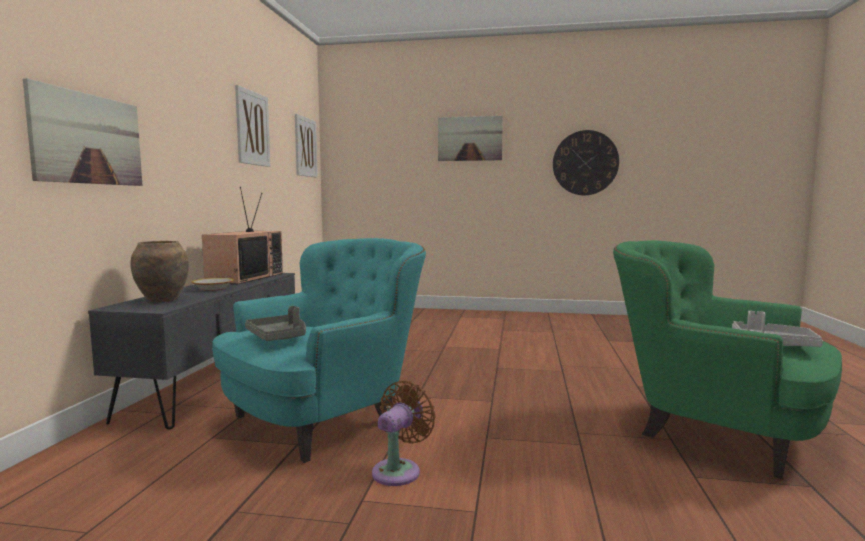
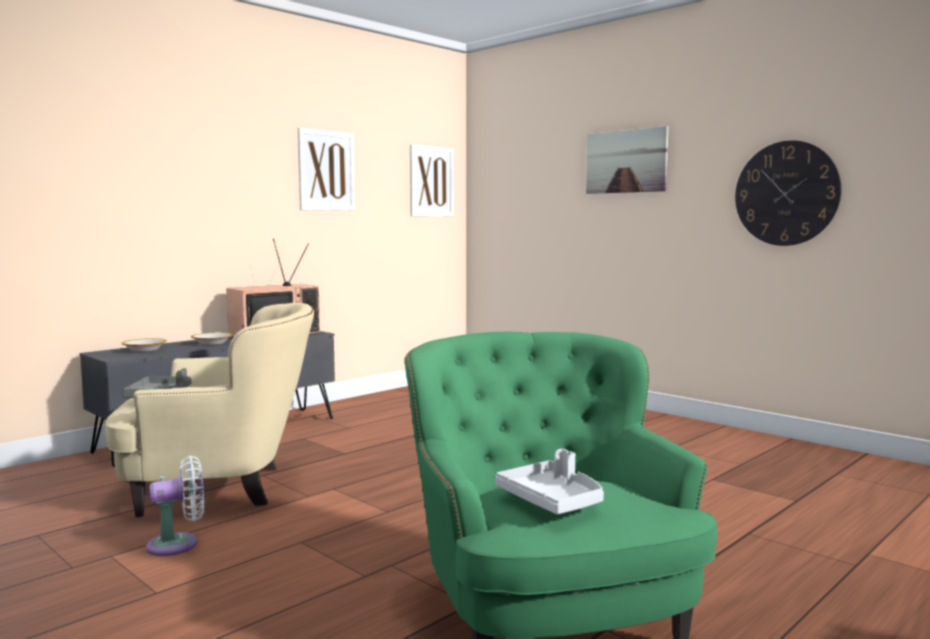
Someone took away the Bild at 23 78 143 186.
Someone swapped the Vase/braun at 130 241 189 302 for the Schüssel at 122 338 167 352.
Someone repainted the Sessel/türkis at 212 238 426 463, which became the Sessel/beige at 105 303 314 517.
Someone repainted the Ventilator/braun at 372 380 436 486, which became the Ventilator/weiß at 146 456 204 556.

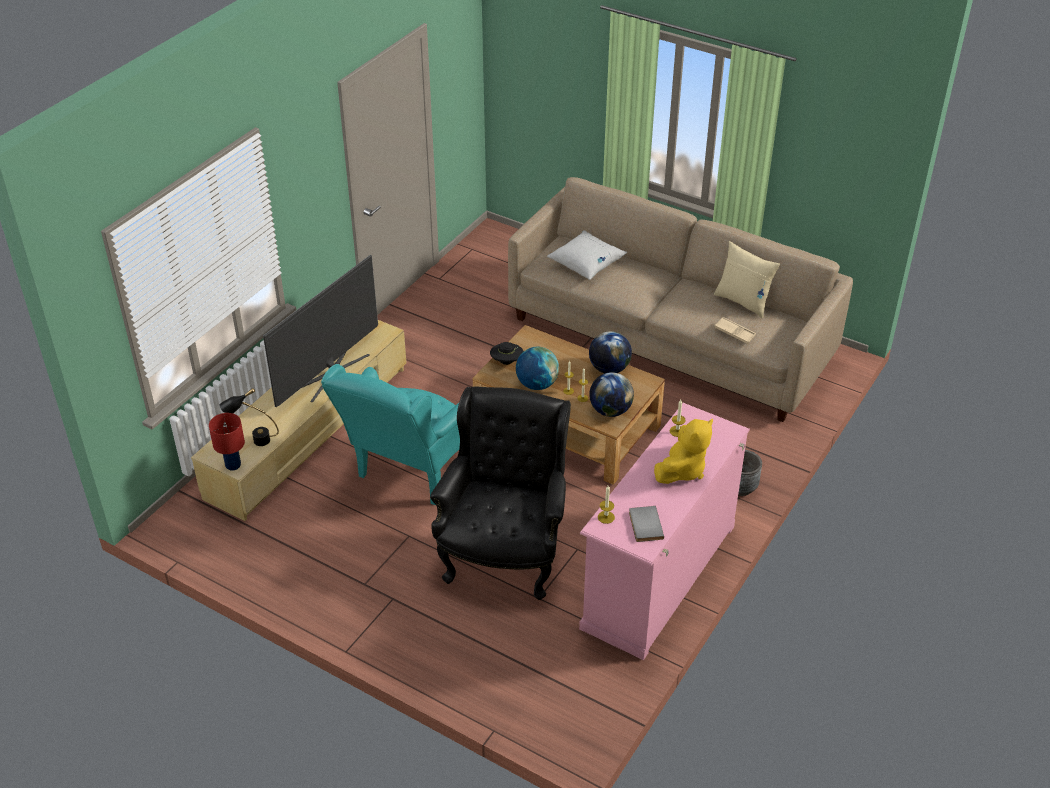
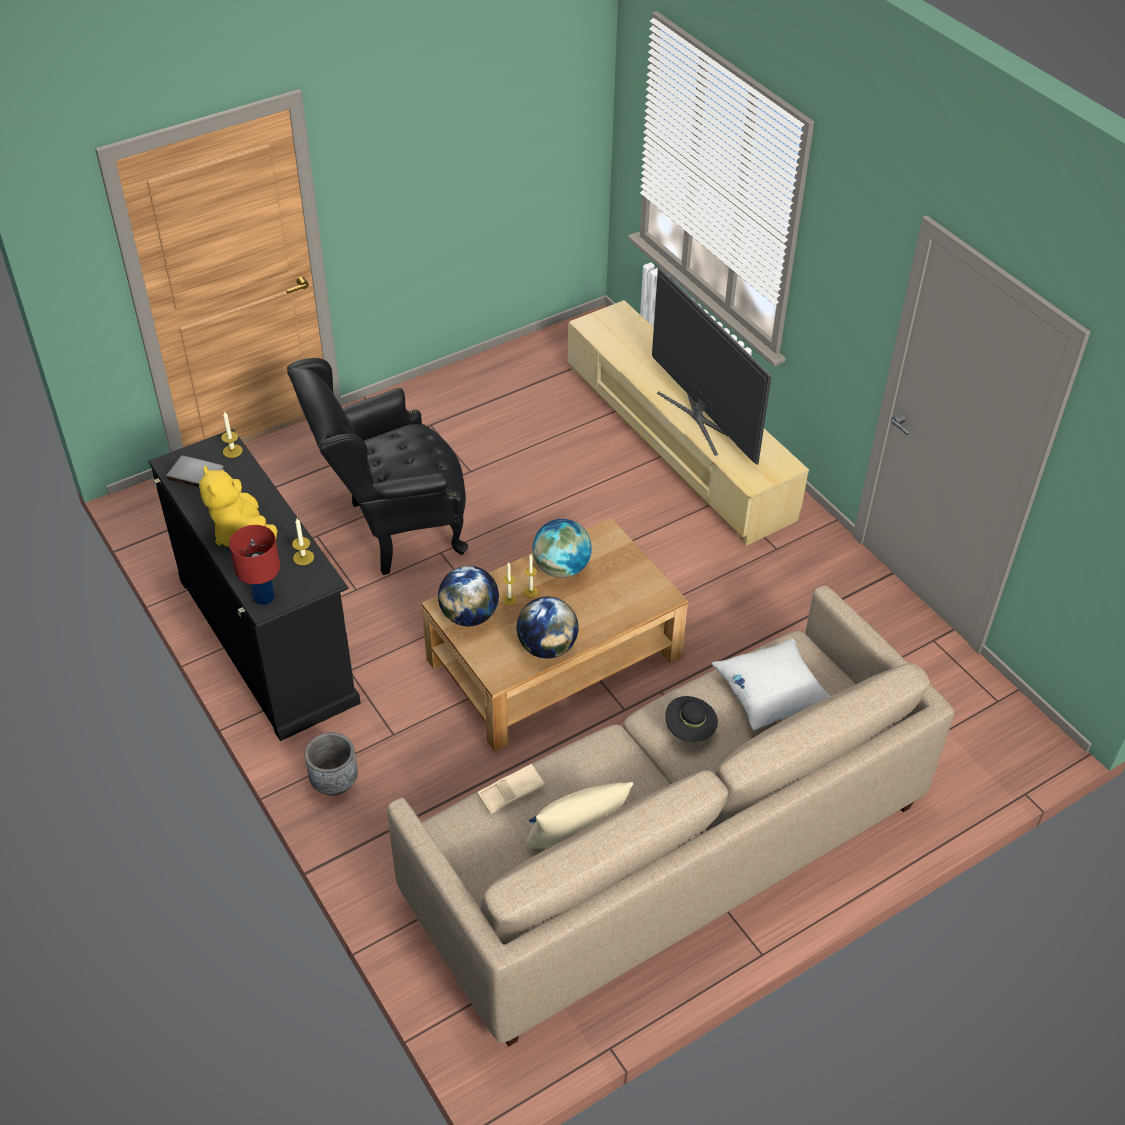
Someone took away the Tischlampe/schwarz at 220 388 279 446.
Someone took away the Sessel/türkis at 321 364 460 505.
Someone carried the Tischlampe/rot from 209 413 245 471 to 229 525 280 605.
Someone carried the Hut/schwarz from 490 342 524 365 to 665 696 718 742.
Someone repainted the Schrank/rosa at 579 403 750 660, which became the Schrank/schwarz at 148 429 361 741.
Someone rotated the Sessel/schwarz at 430 387 571 600 by 120 degrees clockwise.

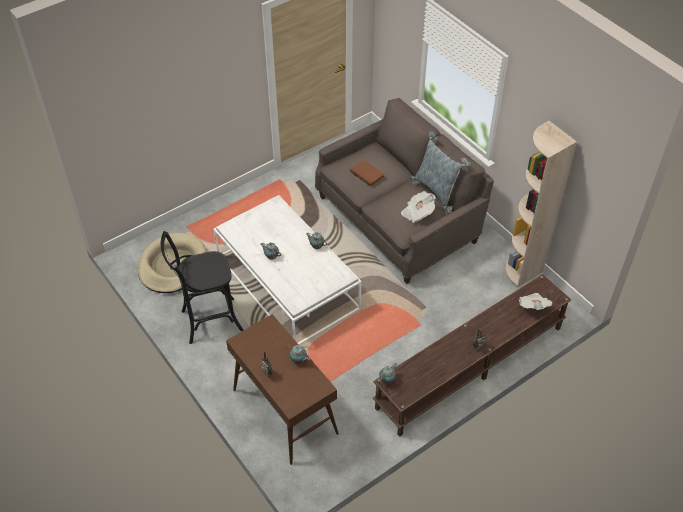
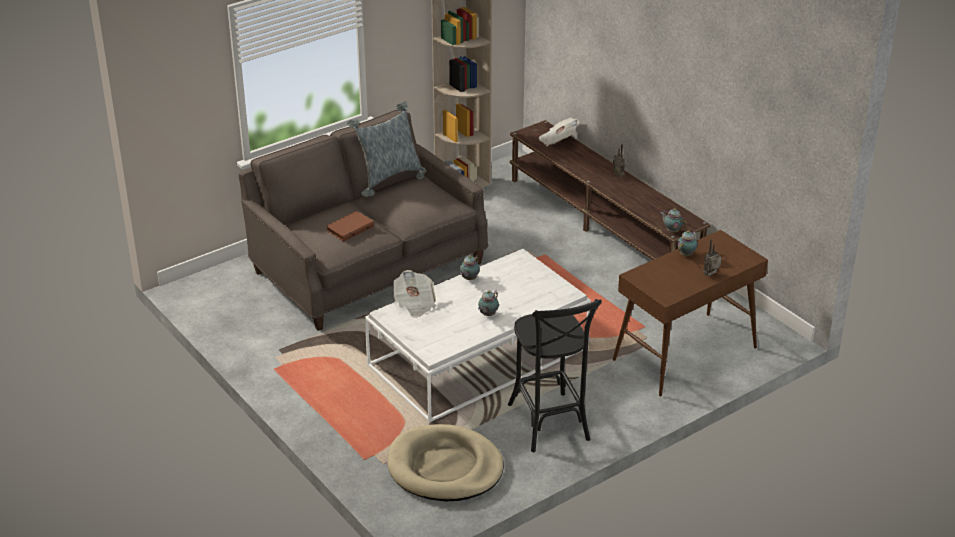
Someone carried the Zeitung from 401 191 436 223 to 393 270 436 318.

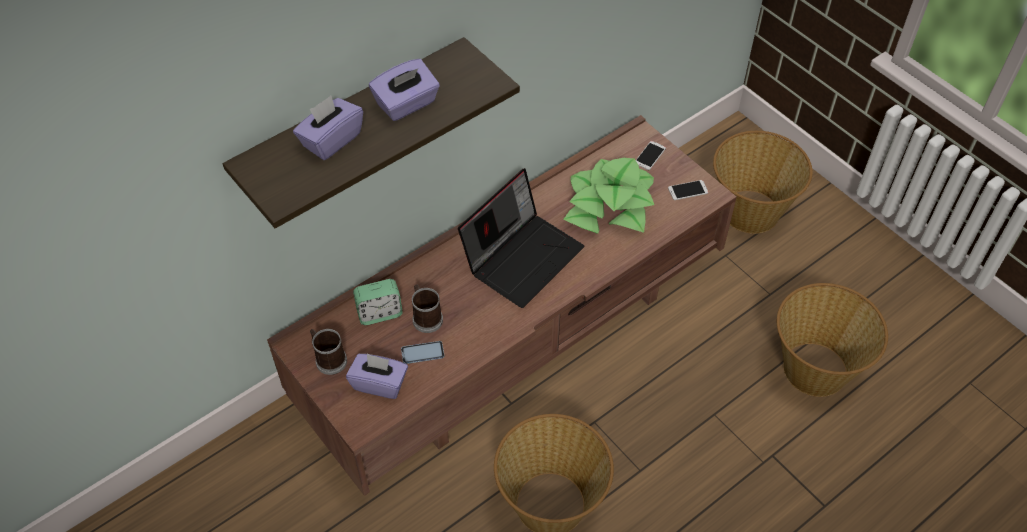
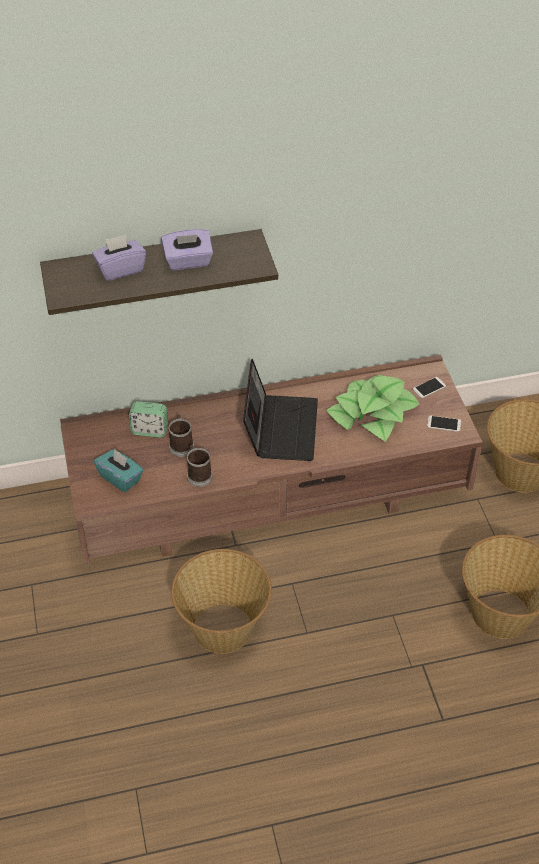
Someone took away the Handy at 401 341 444 364.
Someone carried the Henkelbecher from 310 329 347 375 to 187 445 213 487.
Someone repainted the Taschentuchbox/lila at 346 354 408 399, which became the Taschentuchbox/türkis at 94 448 143 492.
Someone rotated the Laptop at 458 168 584 308 by 60 degrees counterclockwise.

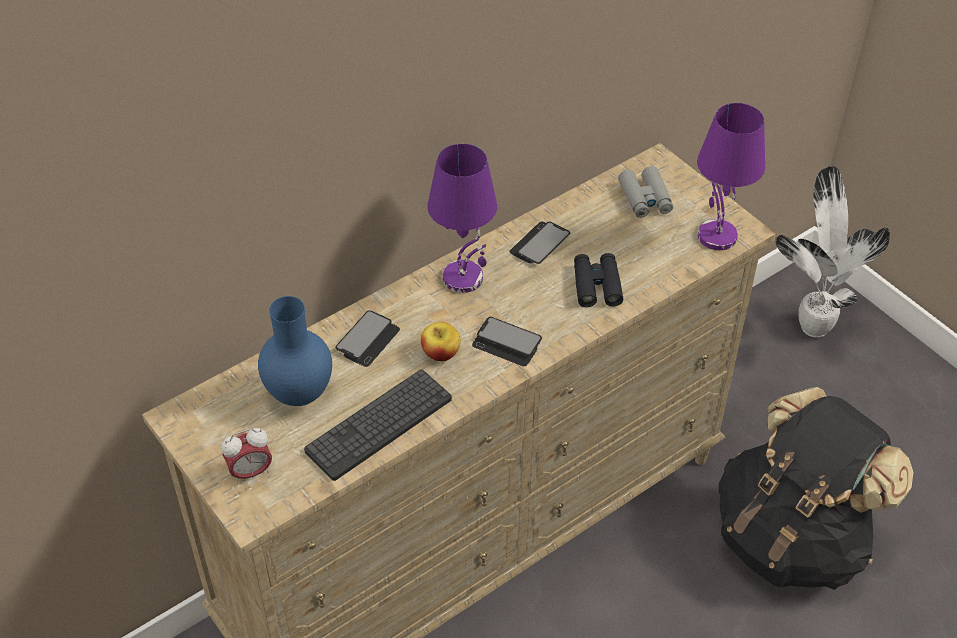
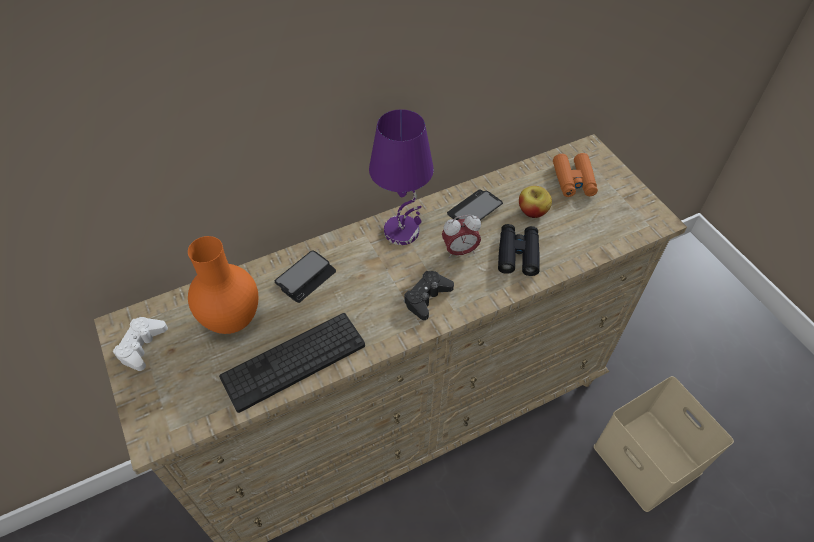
Someone took away the Tischlampe/lila at 697 103 765 250.
Someone took away the Topfpflanze at 776 166 890 338.
Someone put down the Gamepad/weiß at 113 317 168 371.
Someone carried the Wecker from 221 428 272 484 to 442 215 481 258.
Someone carried the Apfel from 421 322 461 361 to 519 186 552 218.
Someone swapped the Handy at 472 317 542 367 for the Gamepad/schwarz at 404 271 454 320.
Someone swapped the Rucksack/schwarz at 719 387 913 590 for the Aufbewahrungsbox/beige at 594 376 734 512.
Someone repainted the Vase/blau at 258 296 332 406, which became the Vase/orange at 188 236 258 334.
Someone repainted the Fernglas/grau at 618 166 673 218, which became the Fernglas/orange at 553 153 598 197.

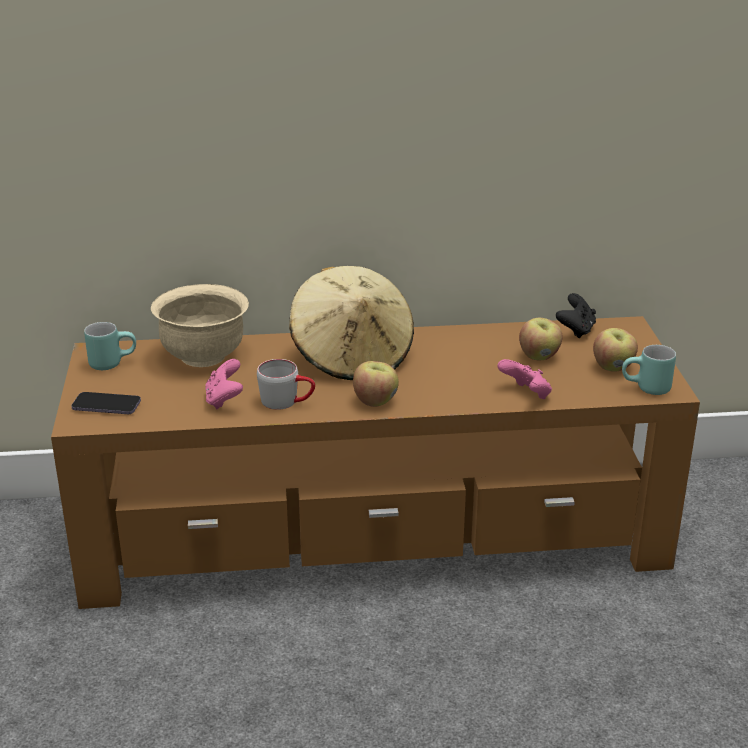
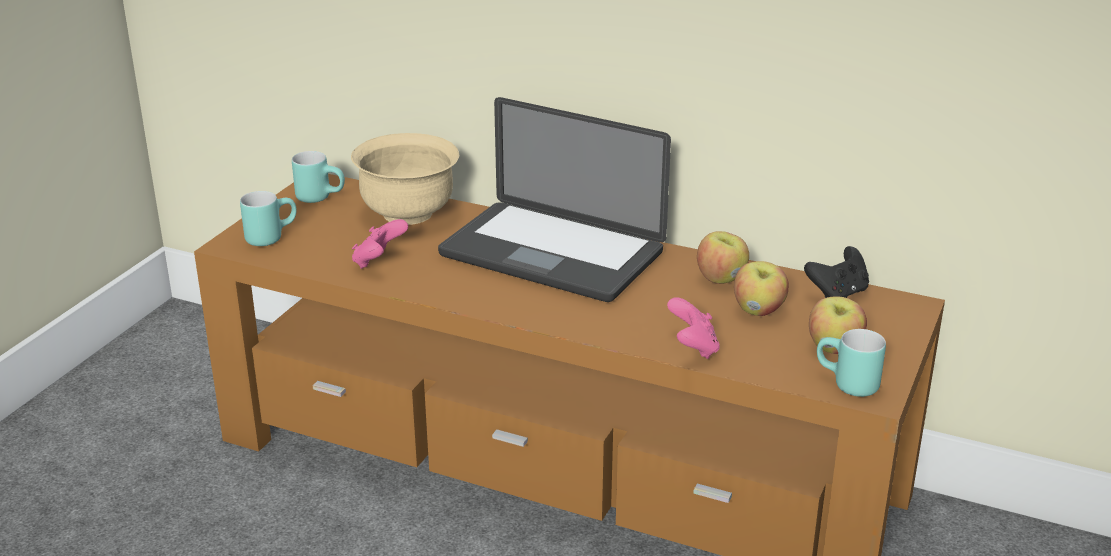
Someone took away the Henkelbecher/grau at 257 359 315 410.
Someone carried the Apfel from 353 361 399 407 to 697 231 749 284.
Someone swapped the Handy at 71 392 141 414 for the Henkelbecher/türkis at 240 191 297 246.
Someone swapped the Hut/beige at 289 266 414 380 for the Laptop at 438 97 671 302.

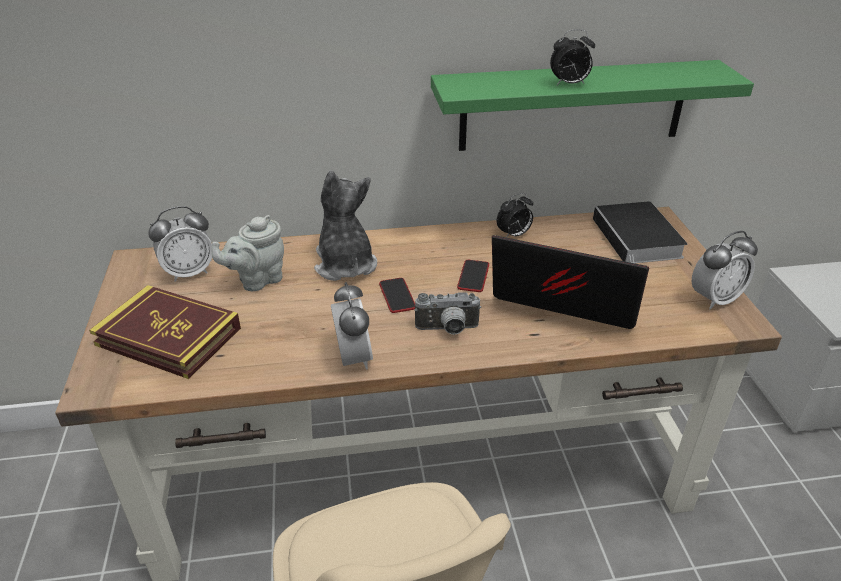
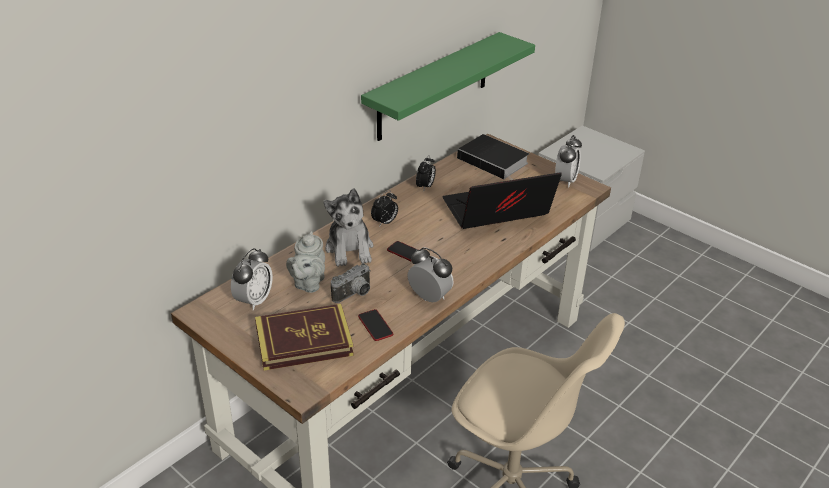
Someone carried the Kamera from 414 292 481 335 to 331 263 371 303.
Someone carried the Handy from 457 260 489 292 to 358 309 393 341.
Someone carried the Wecker from 550 29 595 85 to 371 191 398 227.
Someone rotated the Plüschtier at 314 170 377 281 by 135 degrees counterclockwise.

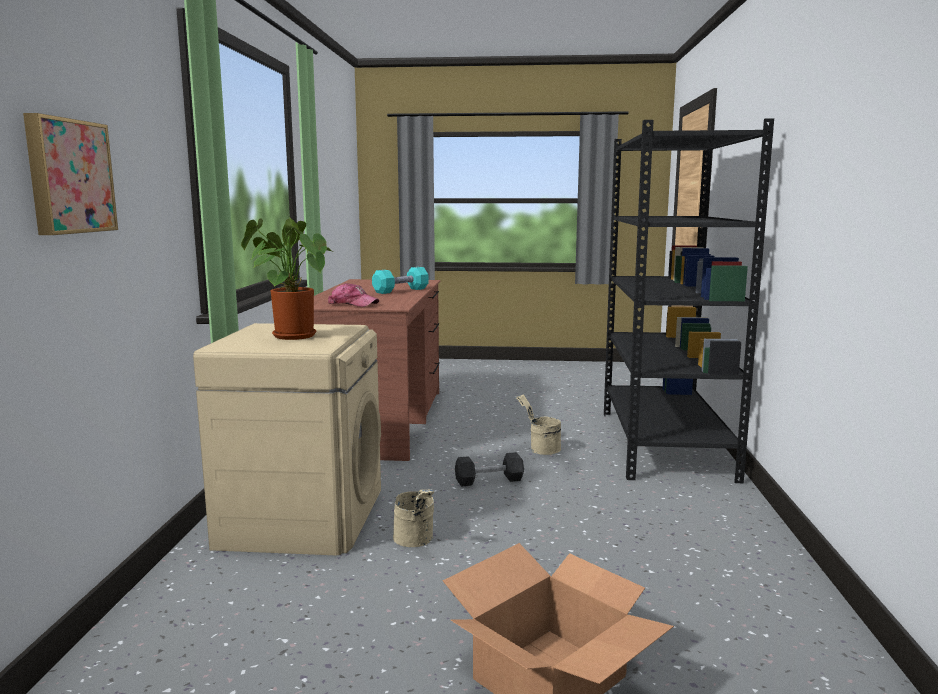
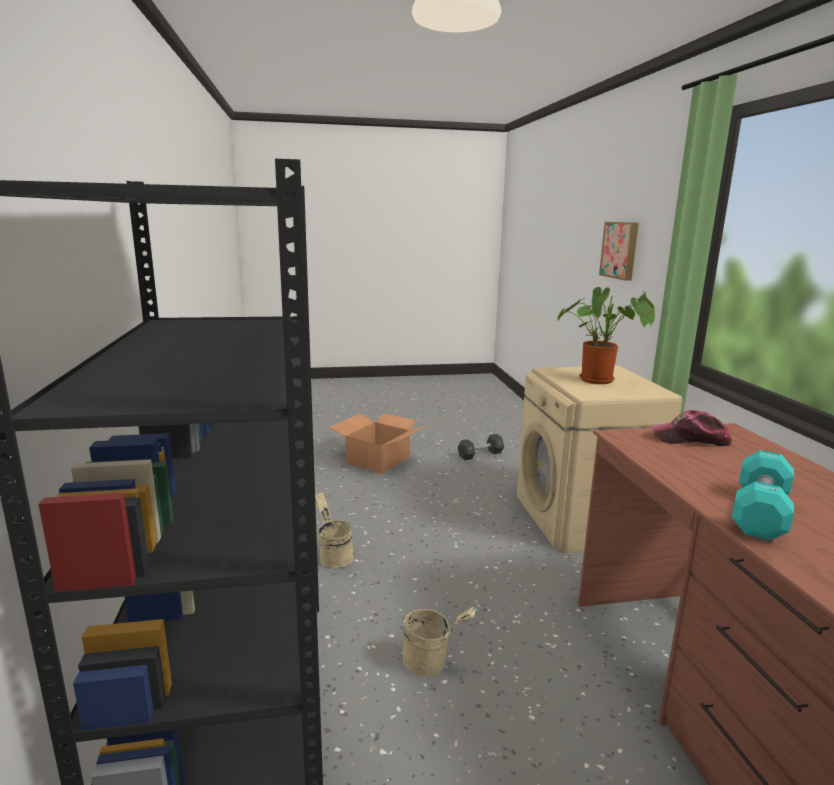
Someone carried the Eimer/beige from 393 489 434 547 to 315 493 354 568.
Someone carried the Hantel/schwarz from 455 452 524 487 to 458 434 504 461.

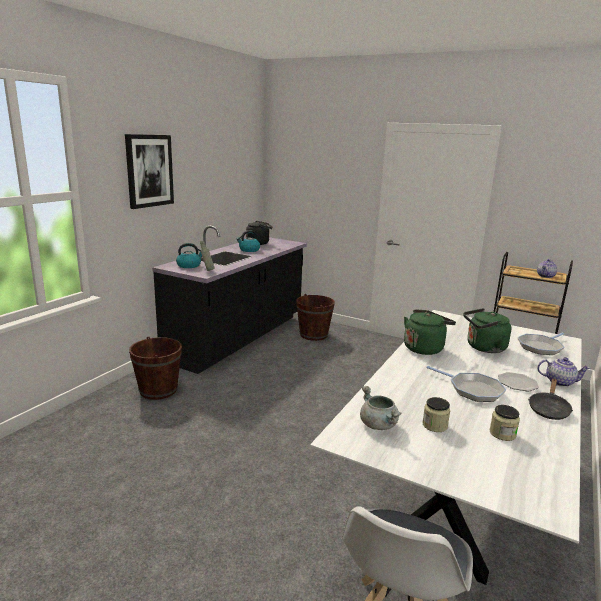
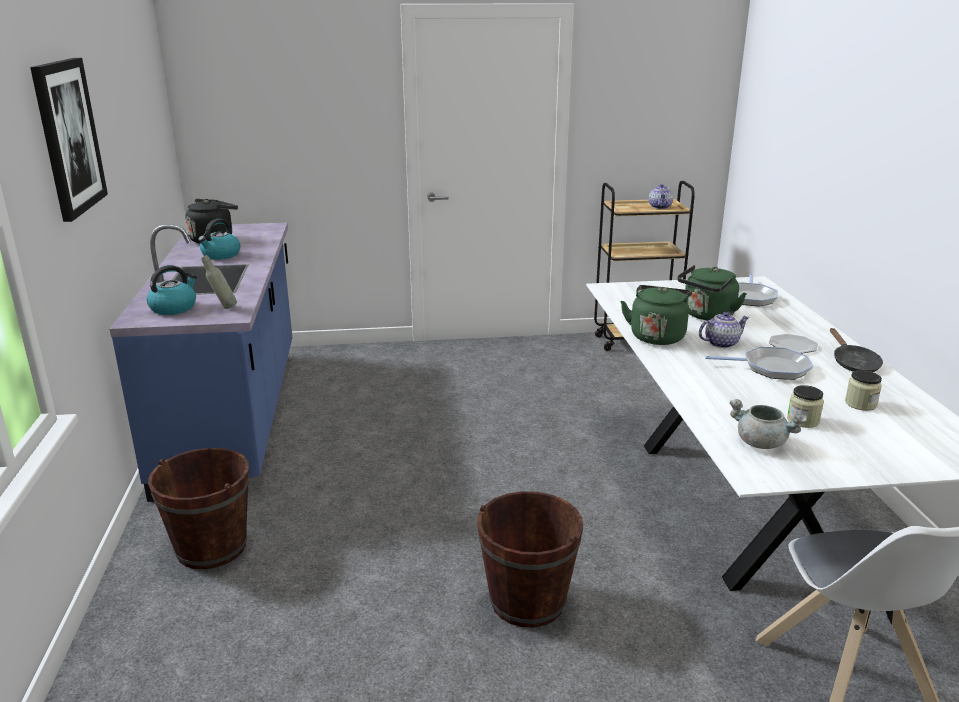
Someone carried the Eimer/braun from 296 294 335 341 to 477 491 583 628.
Someone carried the Teekanne from 537 357 590 387 to 699 312 750 348.
Someone repainted the Küchenzeile/schwarz at 152 226 307 374, which became the Küchenzeile/blau at 110 223 292 502.

